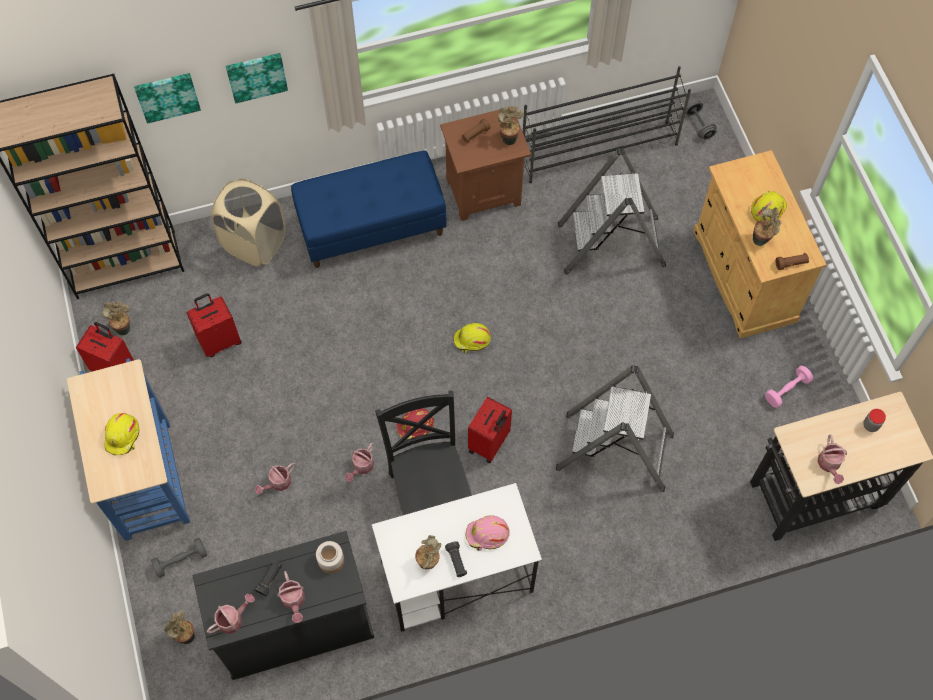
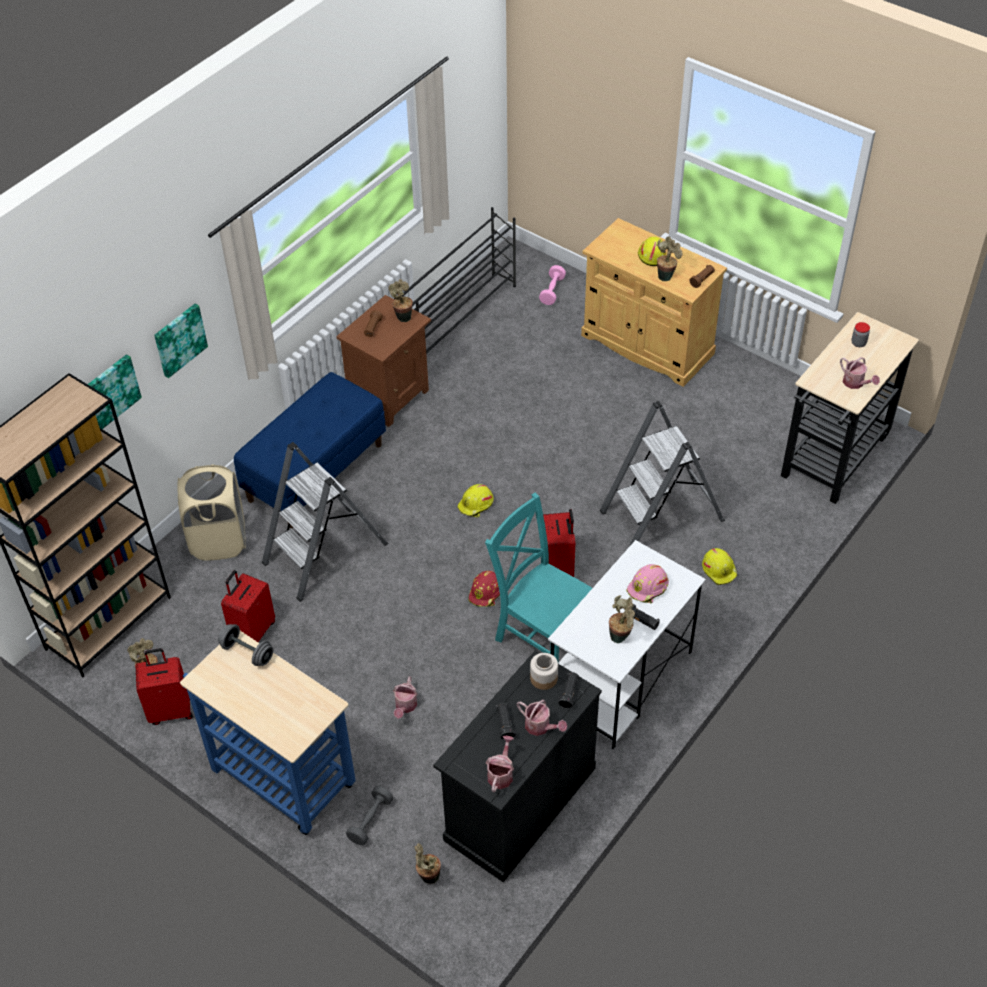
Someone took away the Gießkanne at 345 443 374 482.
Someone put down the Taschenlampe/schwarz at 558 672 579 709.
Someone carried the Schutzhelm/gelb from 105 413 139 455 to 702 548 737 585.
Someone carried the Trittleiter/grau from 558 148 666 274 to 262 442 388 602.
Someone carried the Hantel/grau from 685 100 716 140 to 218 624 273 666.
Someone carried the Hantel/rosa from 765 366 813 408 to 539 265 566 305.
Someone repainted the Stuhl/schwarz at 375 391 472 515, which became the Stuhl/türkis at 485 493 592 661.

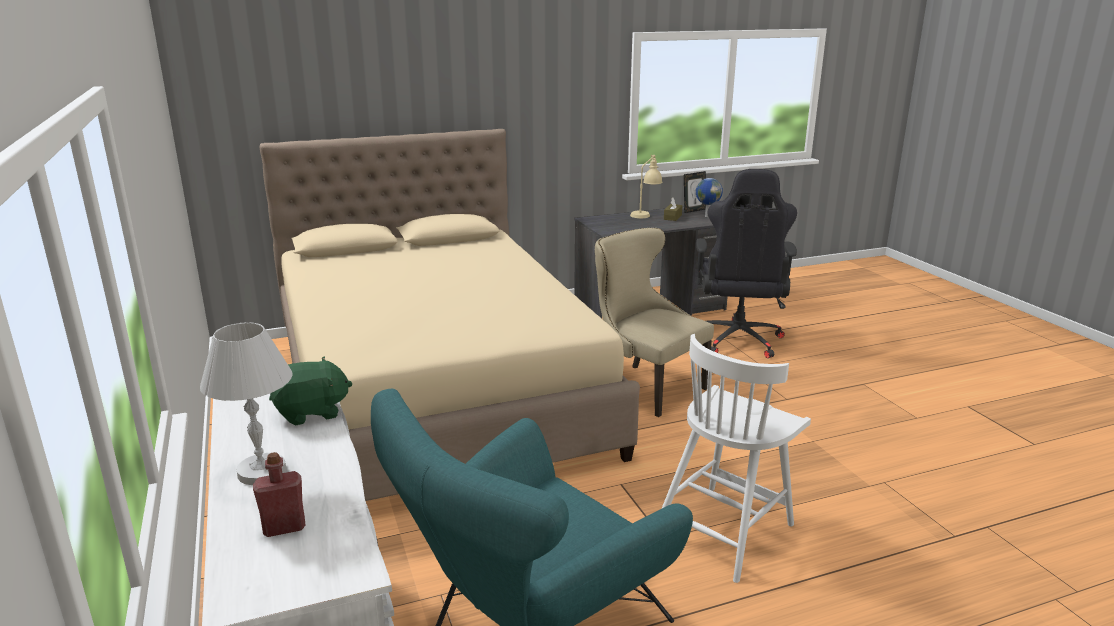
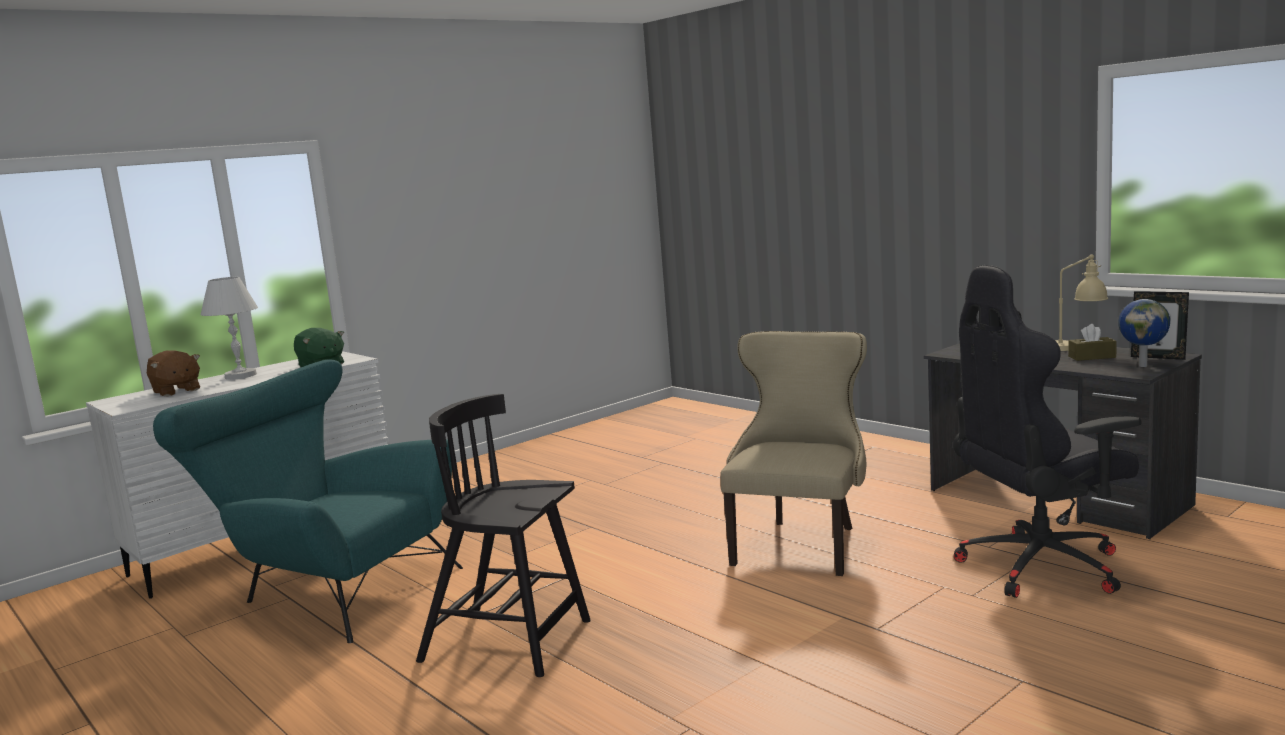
Someone took away the Bett/beige at 259 129 640 501.
Someone swapped the Flasche/rot at 253 452 305 537 for the Plüschtier/braun at 147 350 200 396.
Someone repainted the Stuhl/weiß at 662 334 811 583, which became the Stuhl/schwarz at 416 394 591 677.

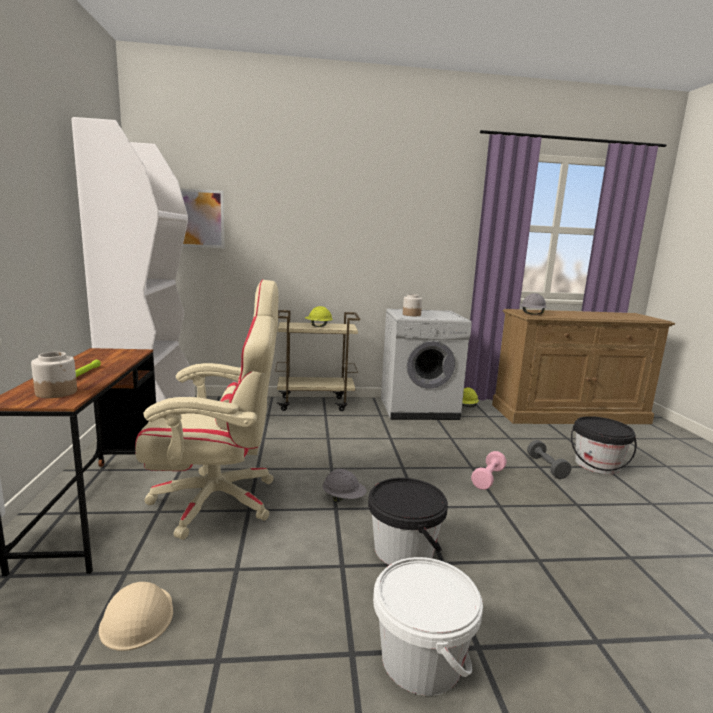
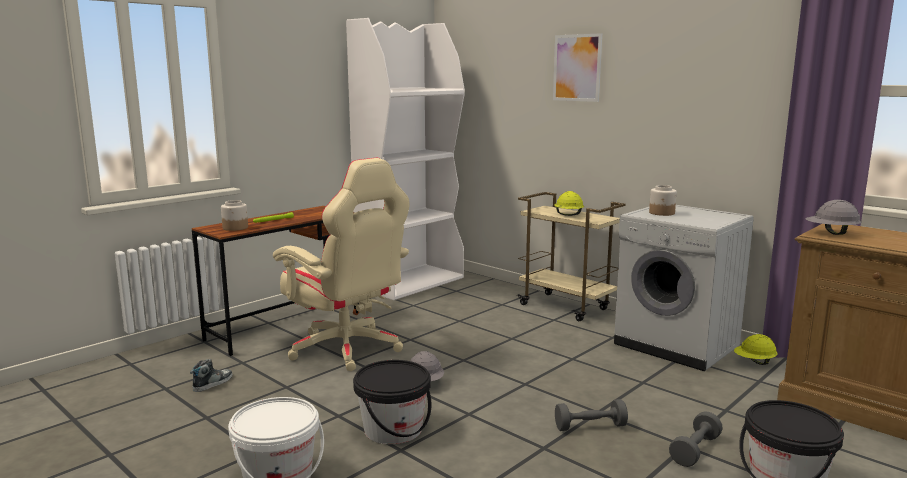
Someone carried the Bild from 180 188 225 248 to 553 33 602 102.
Someone swapped the Schutzhelm/beige at 99 582 173 651 for the Schuh at 190 359 233 392.
Someone repainted the Hantel/rosa at 471 451 507 490, which became the Hantel/grau at 555 399 628 431.

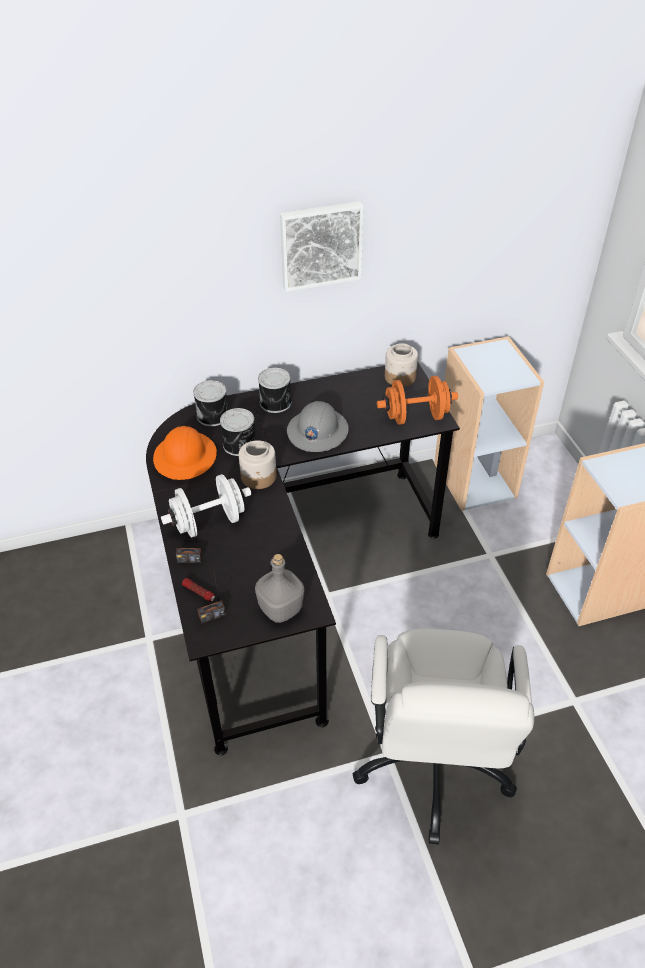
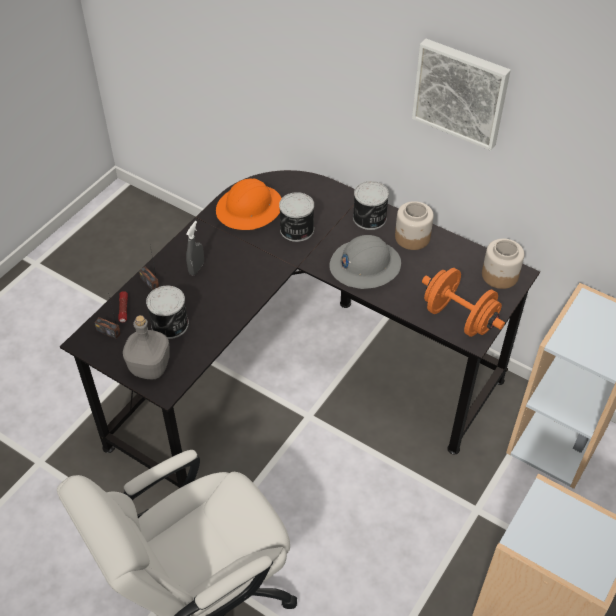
Someone carried the Dose from 193 380 228 426 to 146 286 189 339.
Someone carried the Vorratsglas from 239 440 276 489 to 395 201 434 250.
Someone swapped the Hantel/weiß at 161 474 251 537 for the Sprühflasche/grau at 186 221 204 275.

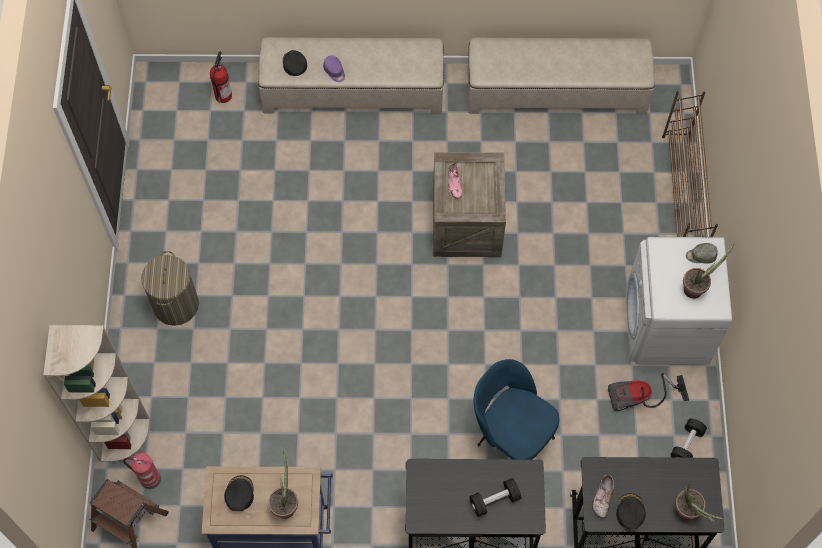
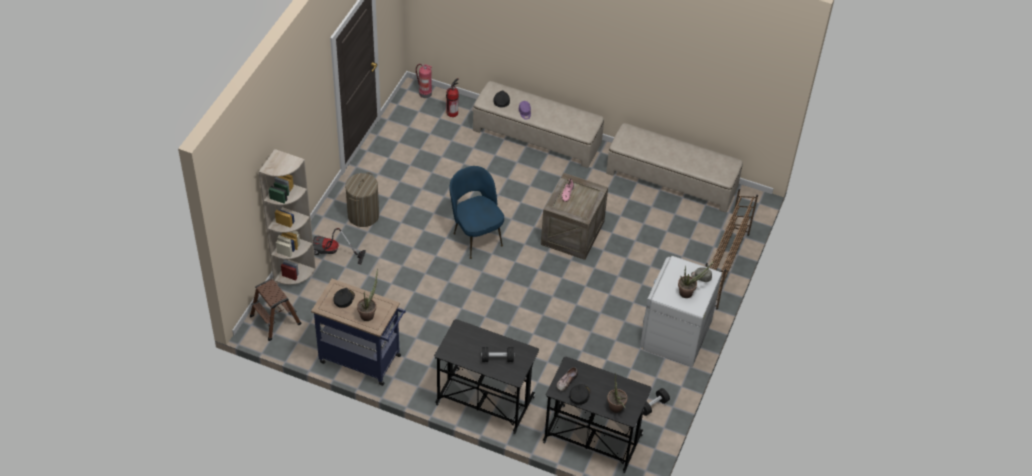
Someone carried the Feuerlöscher from 123 453 161 489 to 416 64 432 98.
Someone carried the Stuhl/blau from 473 359 559 459 to 449 166 504 259.
Someone carried the Staubsauger from 608 373 689 411 to 313 228 366 265.

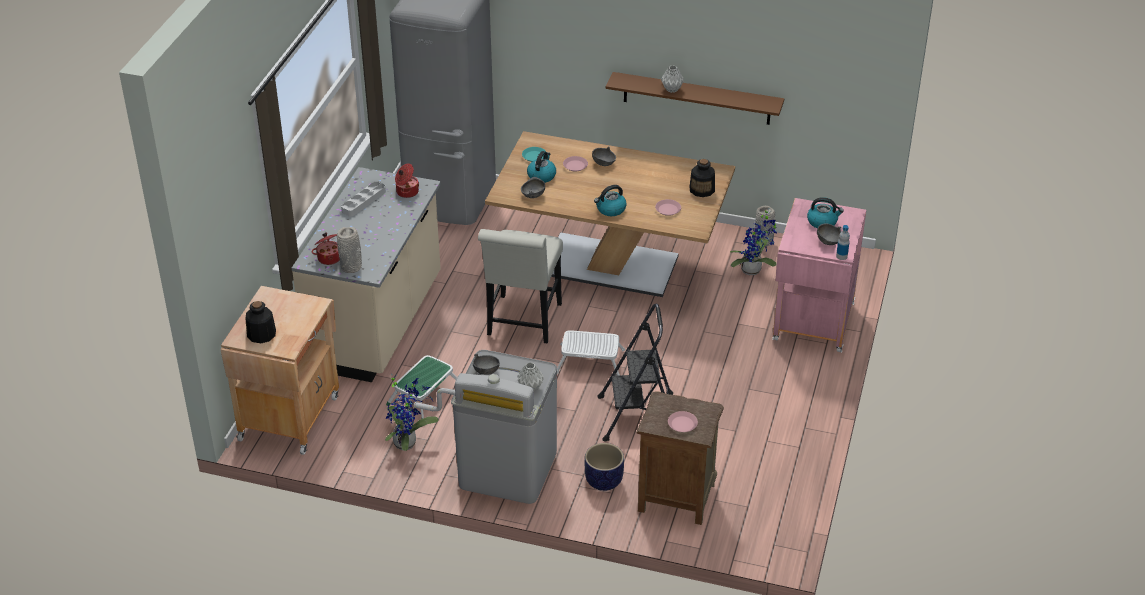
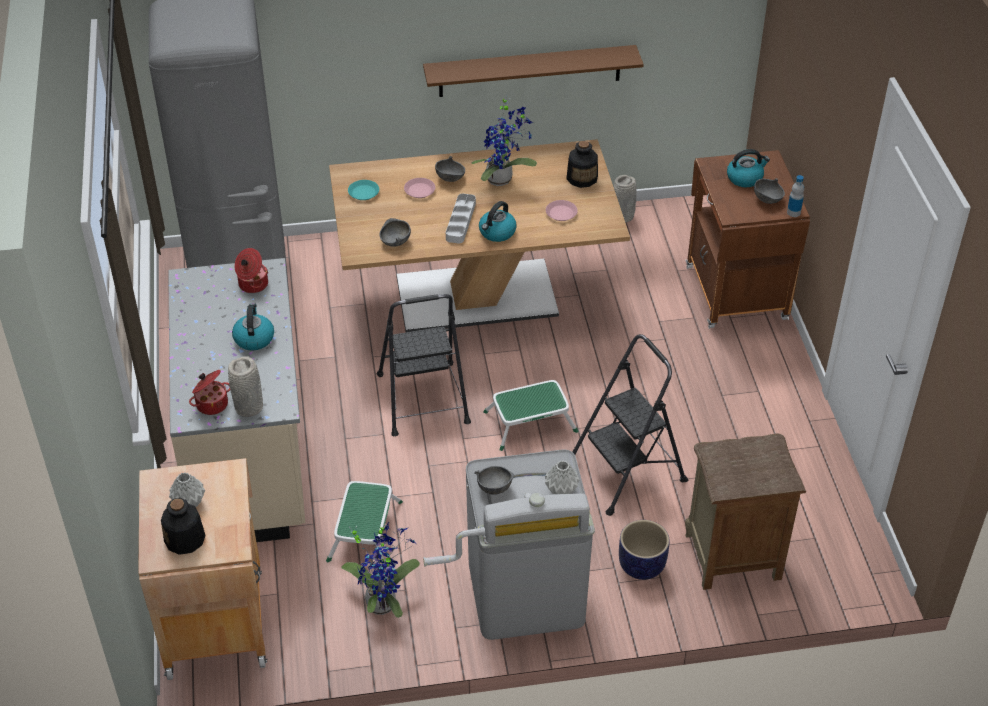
Someone took away the Teller/rosa at 668 411 698 432.
Someone carried the Tablett/grau from 341 181 386 217 to 446 193 476 244.
Someone carried the Wasserkessel from 527 151 556 183 to 232 303 274 351.
Someone carried the Vase/grau from 661 65 684 93 to 169 472 205 507.
Someone carried the Topfpflanze from 730 208 777 275 to 471 95 537 186.
Someone swapped the Stuhl/weiß at 478 229 563 343 for the Trittleiter/schwarz at 377 294 471 437.
Someone repainted the Trittleiter/weiß at 557 330 625 376, which became the Trittleiter/grün at 483 380 578 451.
Someone repainted the Rollwagen/rosa at 772 198 866 353, which became the Rollwagen/braun at 685 150 810 329.

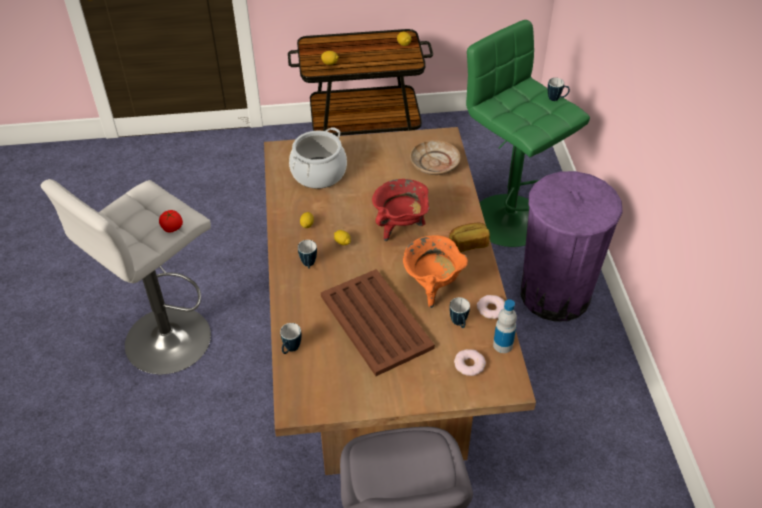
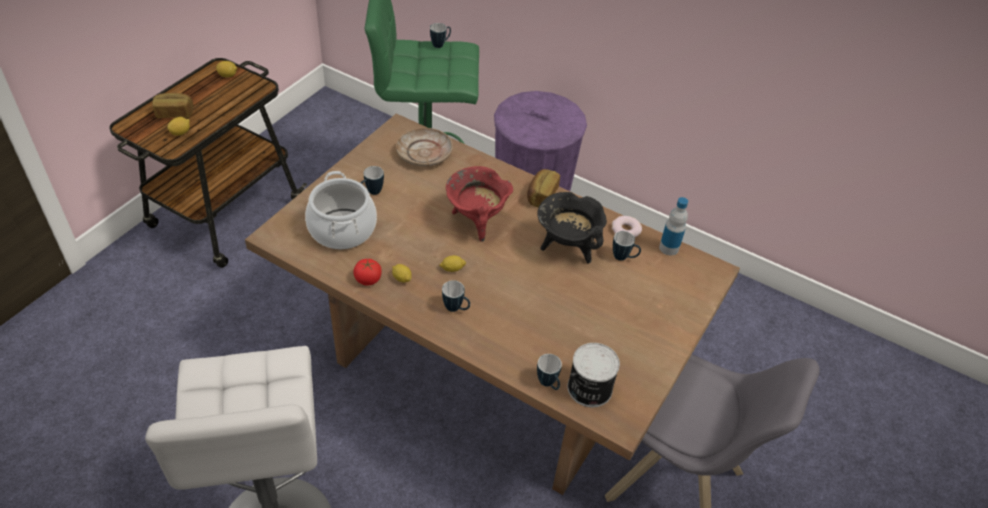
Someone took away the Tablett/braun at 321 269 435 376.
Someone took away the Donut at 454 349 486 376.
Someone put down the Brot at 152 93 193 118.
Someone put down the Henkelbecher at 361 166 384 195.
Someone put down the Dose at 567 343 620 407.
Someone carried the Tomate from 159 210 183 233 to 354 259 382 286.
Someone repainted the Kochtopf/orange at 403 235 468 308, which became the Kochtopf/schwarz at 537 192 607 264.

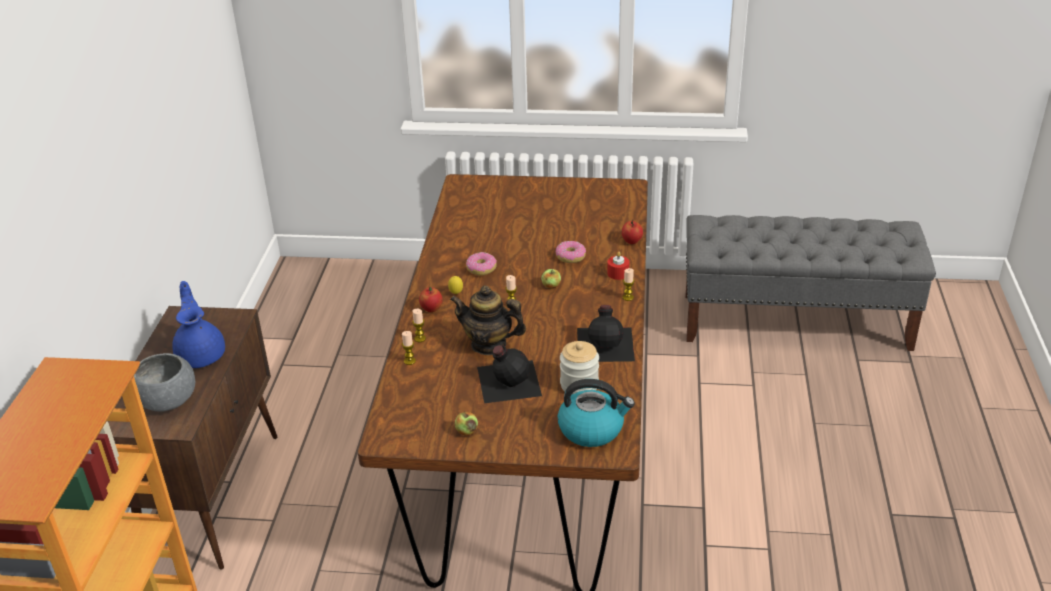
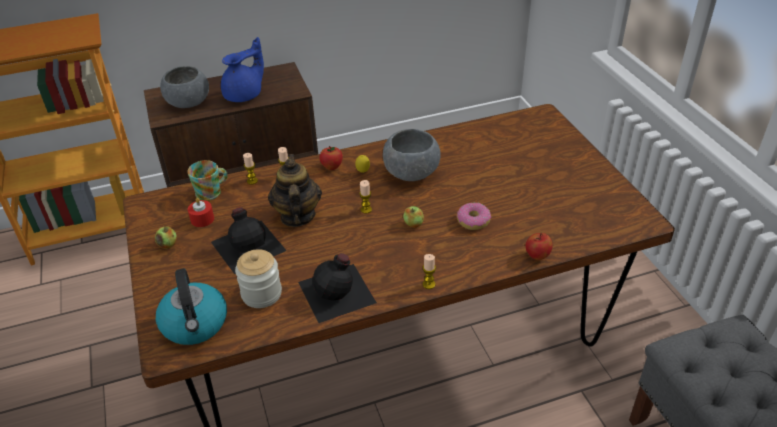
Someone put down the Henkelbecher at 187 160 228 201.
Someone carried the Kerze/rot from 607 252 629 280 to 188 197 214 227.
Someone swapped the Donut at 466 252 497 276 for the Schüssel/grau at 383 129 441 181.

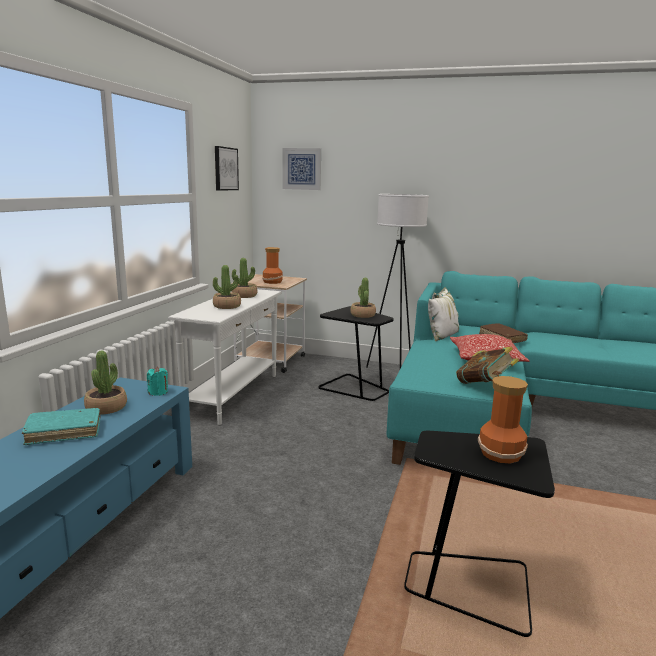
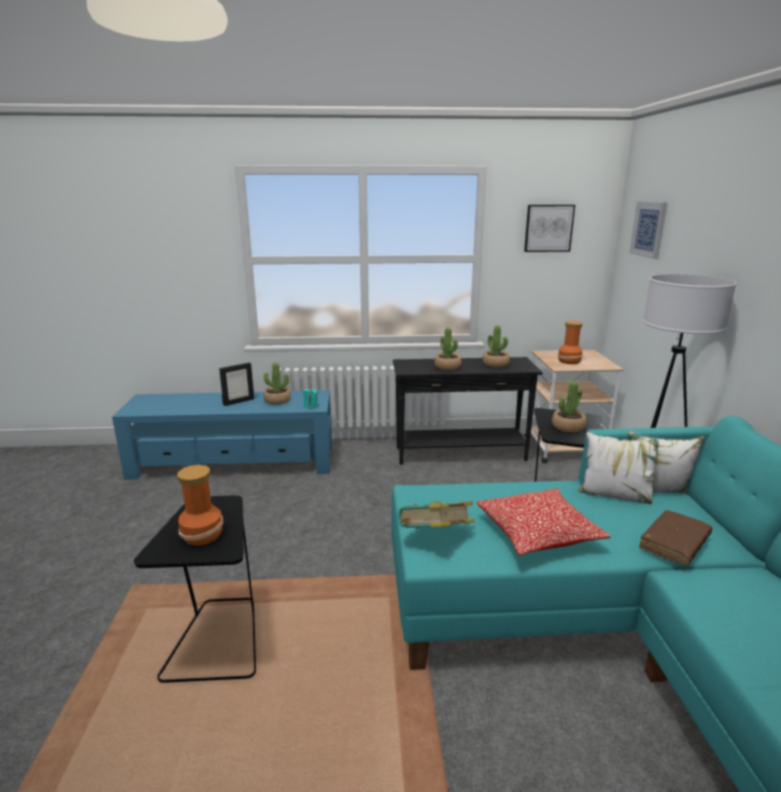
Someone swapped the Buch/türkis at 22 408 100 445 for the Bilderrahmen at 219 362 254 406.
Someone repainted the Konsolentisch/weiß at 168 289 282 426, which became the Konsolentisch/schwarz at 393 357 543 465.

